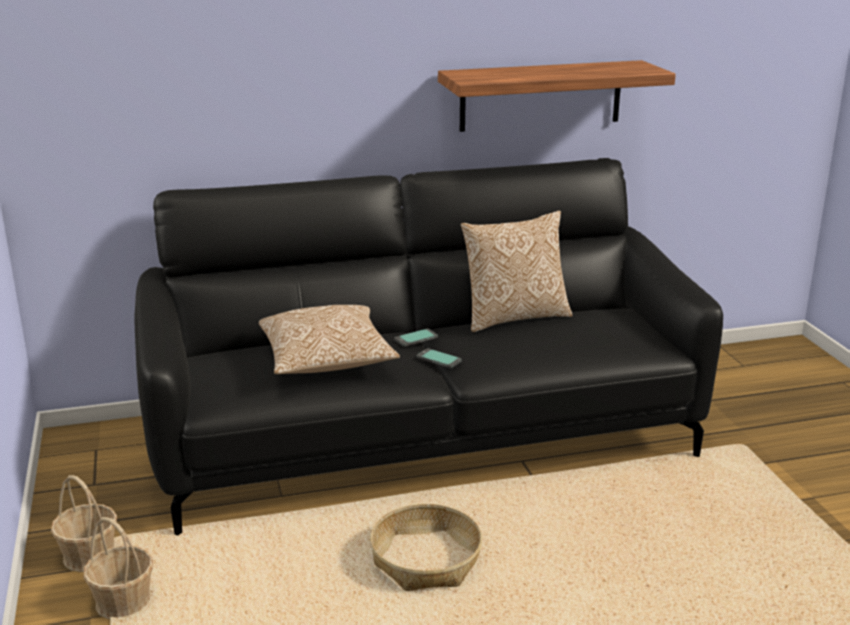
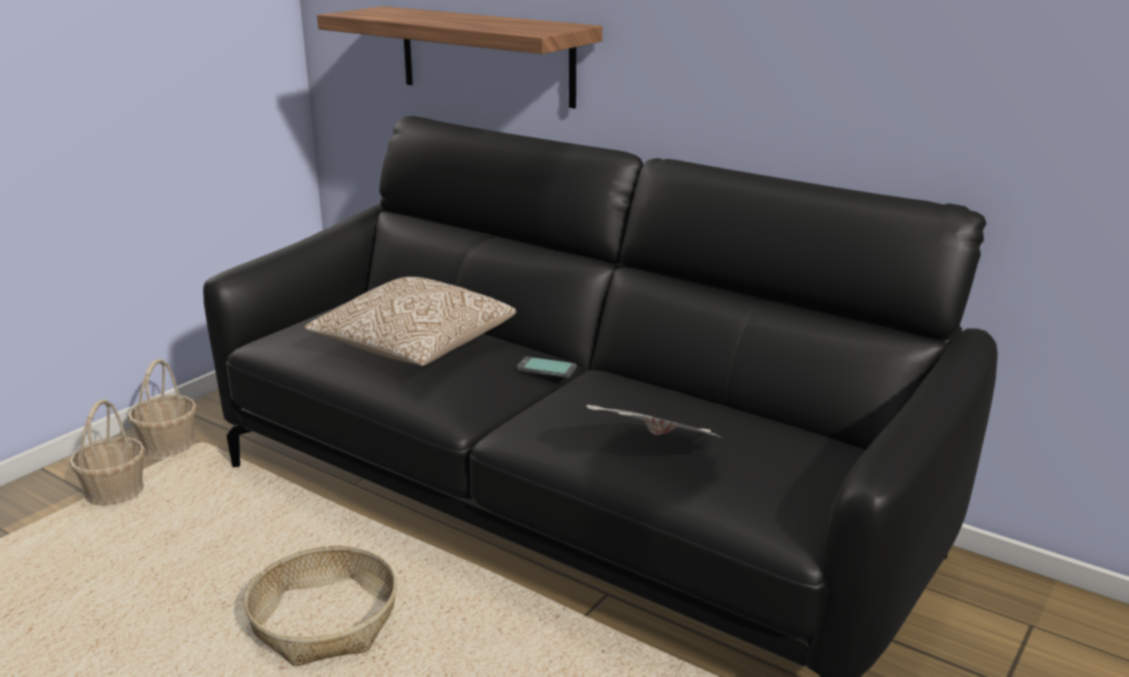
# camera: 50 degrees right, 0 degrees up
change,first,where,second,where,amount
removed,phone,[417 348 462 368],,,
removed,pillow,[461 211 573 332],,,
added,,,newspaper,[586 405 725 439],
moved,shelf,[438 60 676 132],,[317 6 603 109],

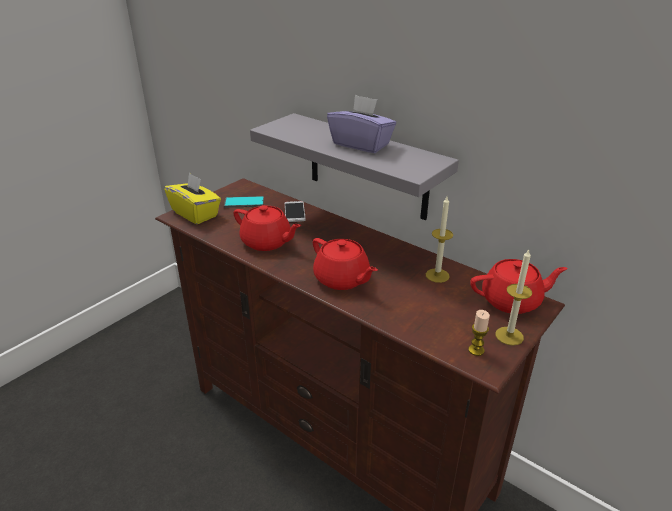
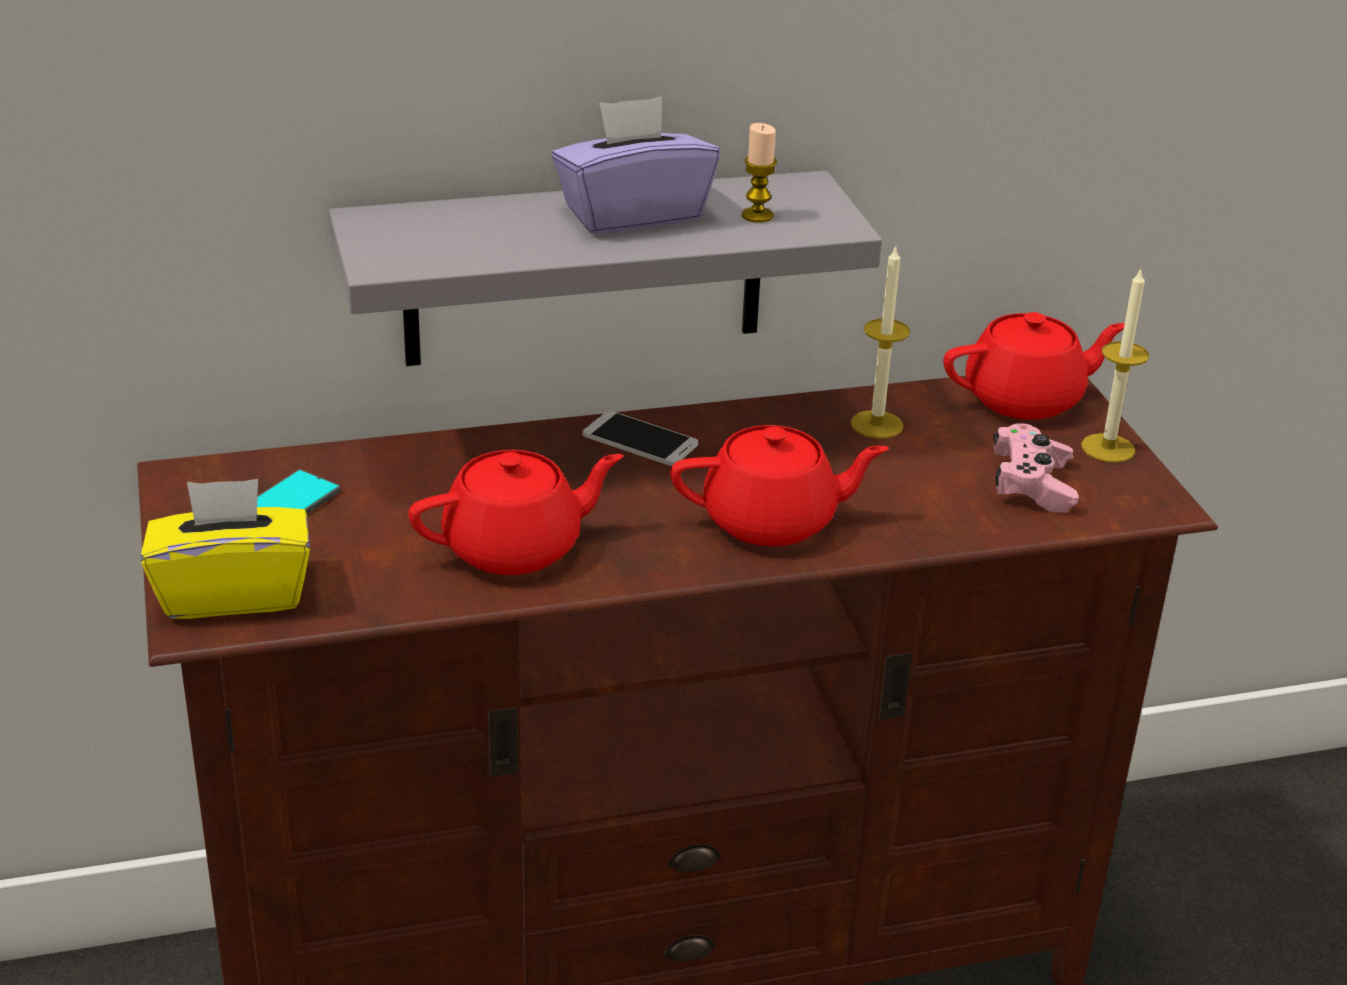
# camera: 55 degrees left, 0 degrees up
change,first,where,second,where,amount
added,,,pink game controller,[993 423 1079 513],
moved,phone,[285 201 306 222],,[583 411 698 466],
moved,candle,[468 310 490 356],,[742 123 777 223],
turned,red teapot,[470 259 568 314],,[943 312 1125 420],45 degrees clockwise

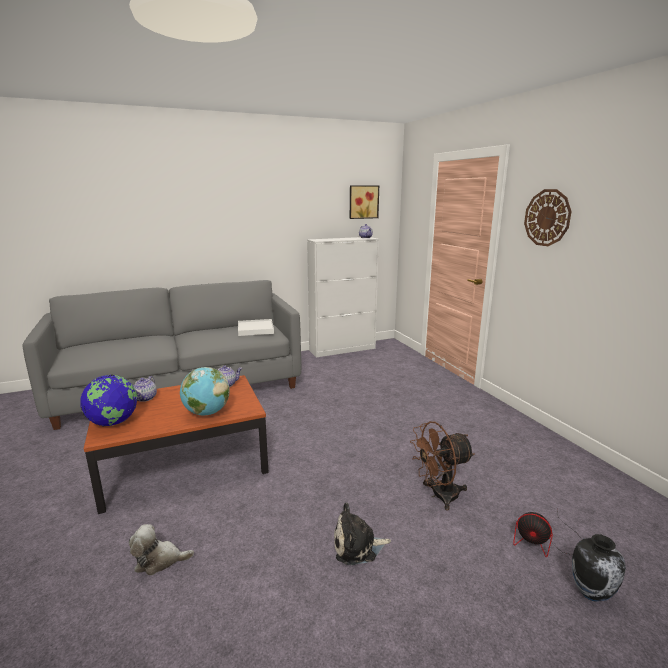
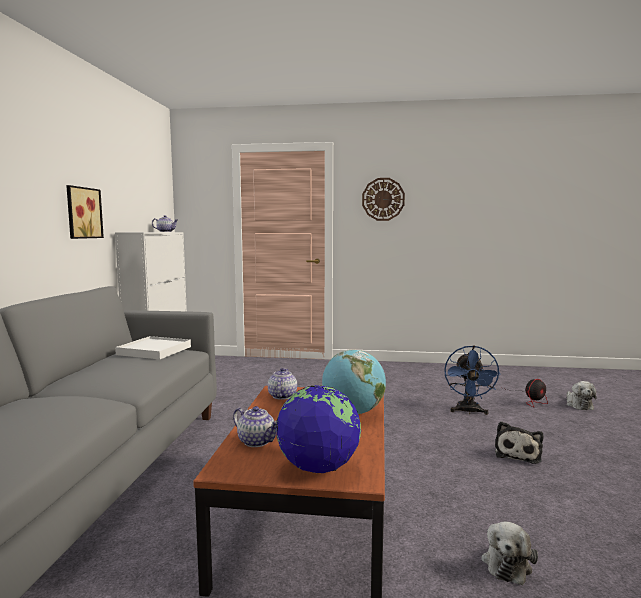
# camera: 60 degrees left, 10 degrees down
change,first,where,second,where,amount
moved,picture,[350 185 379 219],,[66 185 104 239],
replaced,vase,[572 534 626 602],plush toy,[567 381 597 410],
recoloured,brown fan,[410 421 475 511],blue fan,[444 345 501 415],

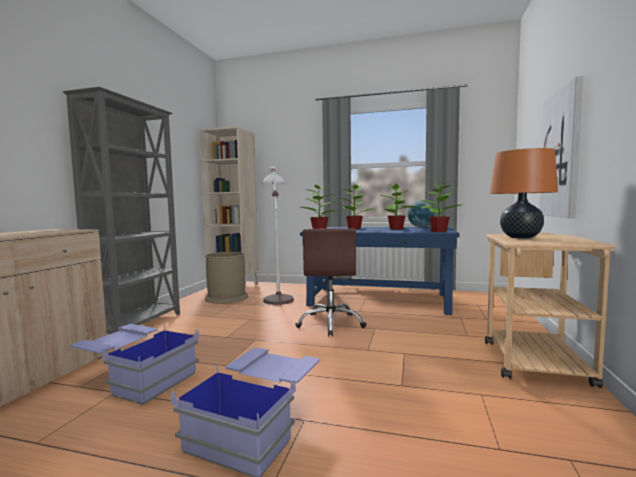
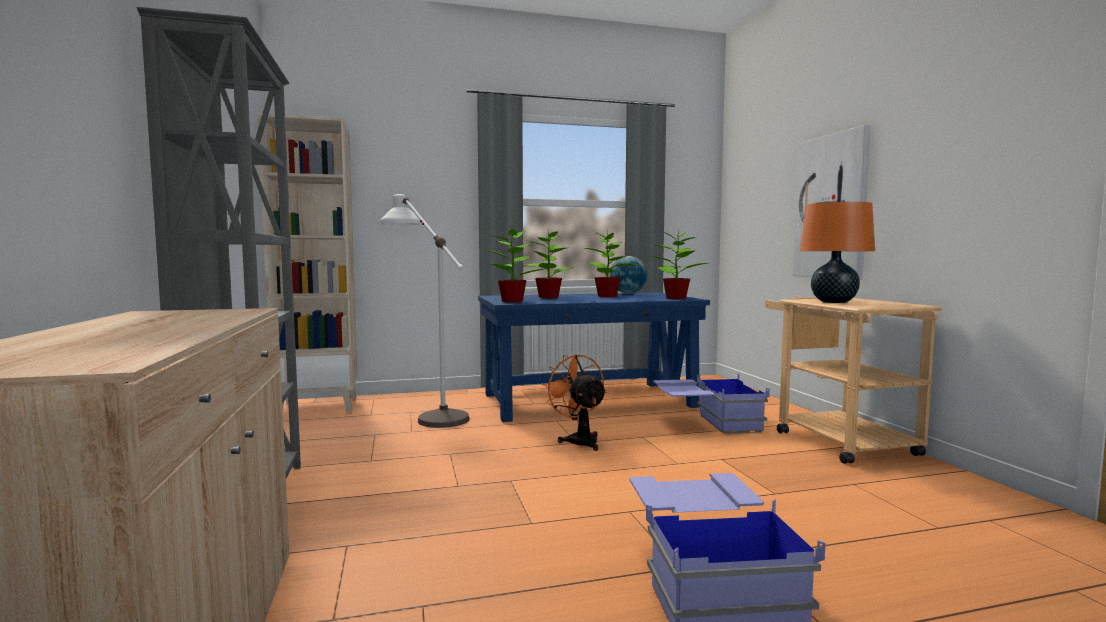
# camera: 30 degrees left, 0 degrees up
change,first,where,second,where,amount
removed,brown trash can,[205 252 248 304],,,
moved,blue storage box,[71 324 199 405],,[653 374 770 434],
replaced,brown office chair,[295 228 367 336],orange fan,[543 355 607 451],

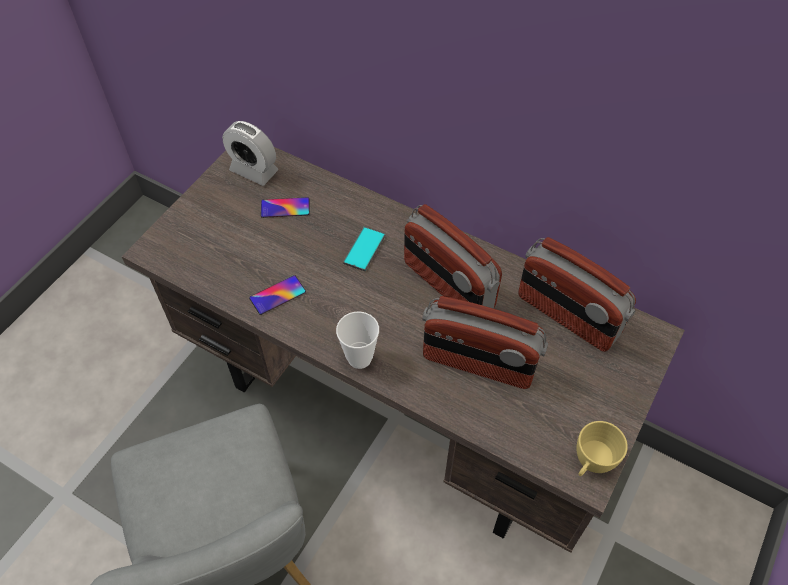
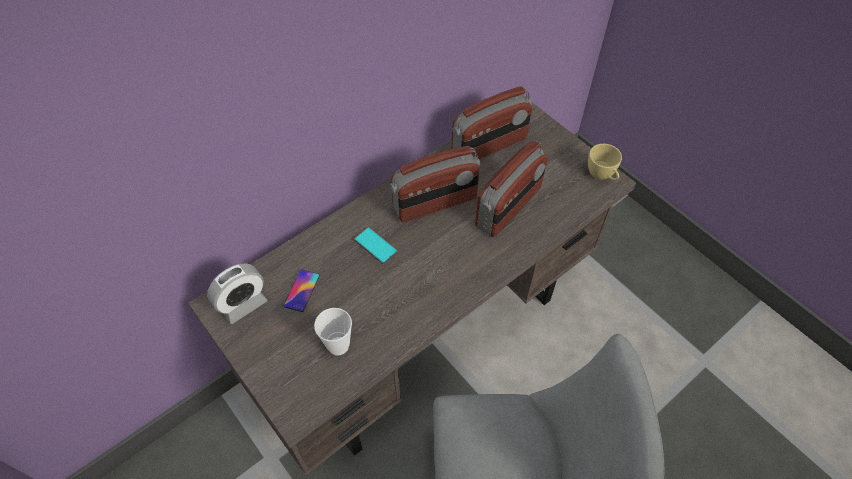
# camera: 70 degrees left, 0 degrees up
change,first,where,second,where,amount
removed,phone,[249 275 306 315],,,
moved,cup,[336 312 379 369],,[314 308 352 356],

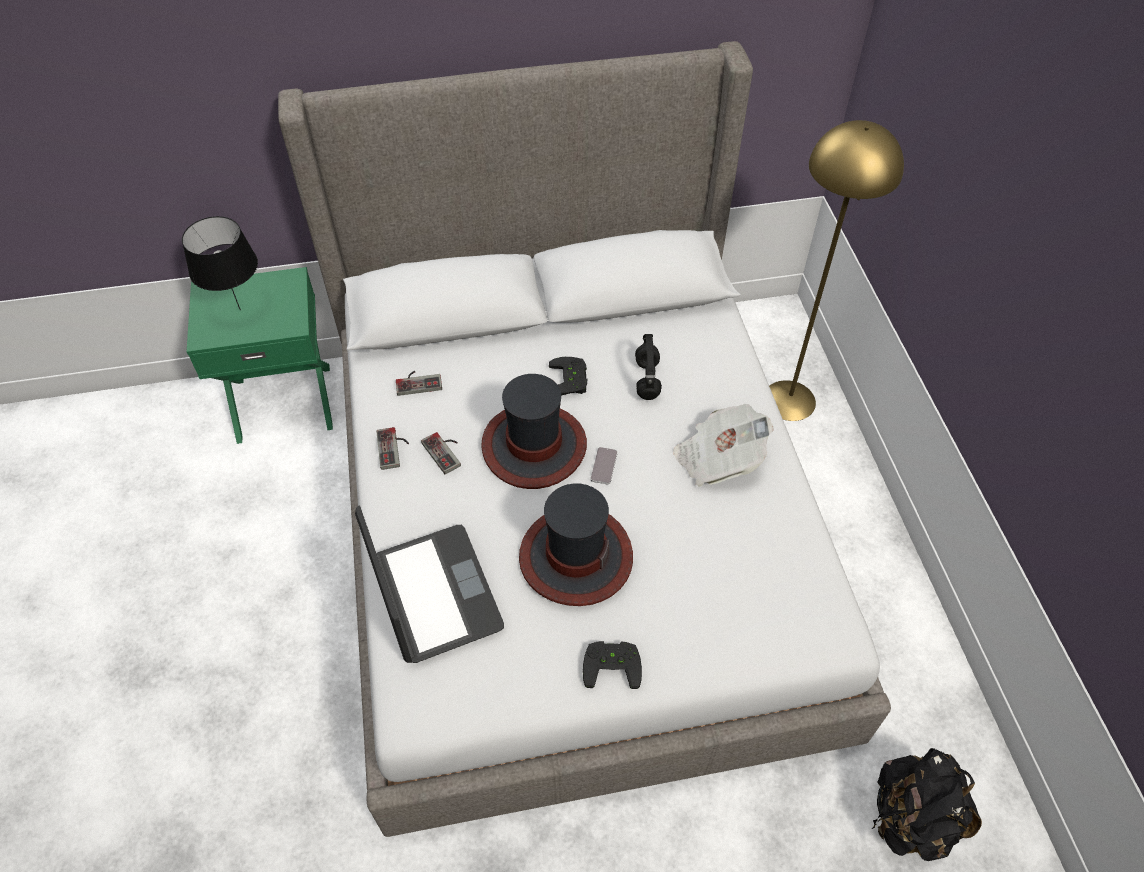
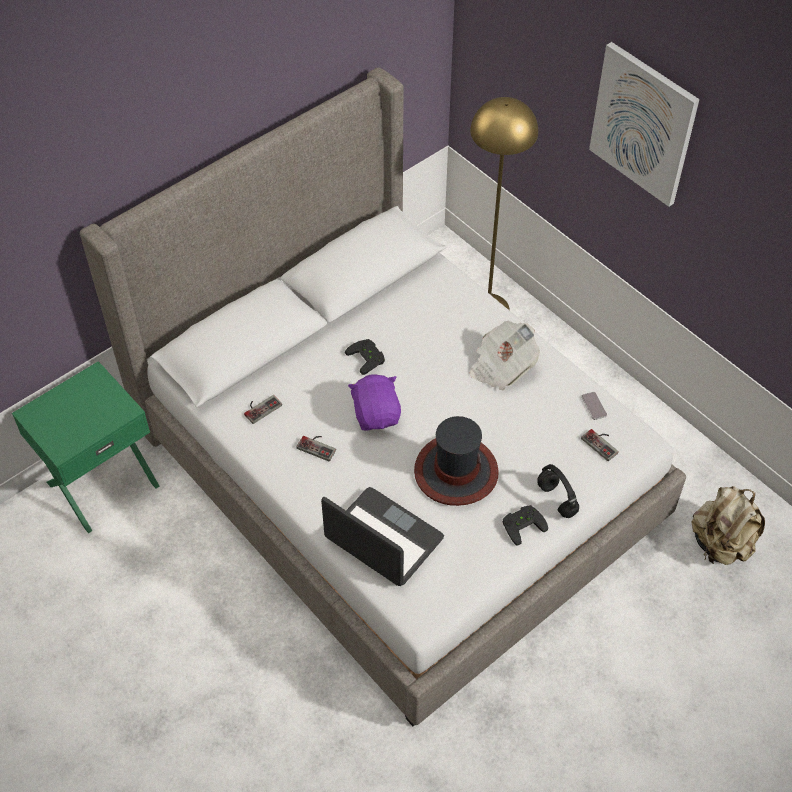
# camera: 30 degrees left, 0 degrees up
change,first,where,second,where,amount
removed,black table lamp,[182 216 258 310],,,
added,,,picture,[589 42 699 207],
moved,game controller,[376 427 409 470],,[581 429 619 461],
moved,phone,[590 447 618 484],,[581 392 607 420],
moved,black headphones,[635 334 662 400],,[537 464 579 518],
replaced,hat,[481 374 587 489],purple plush toy,[348 374 401 431],
recoloured,black backpack,[872 748 982 861],beige backpack,[692 486 765 565],

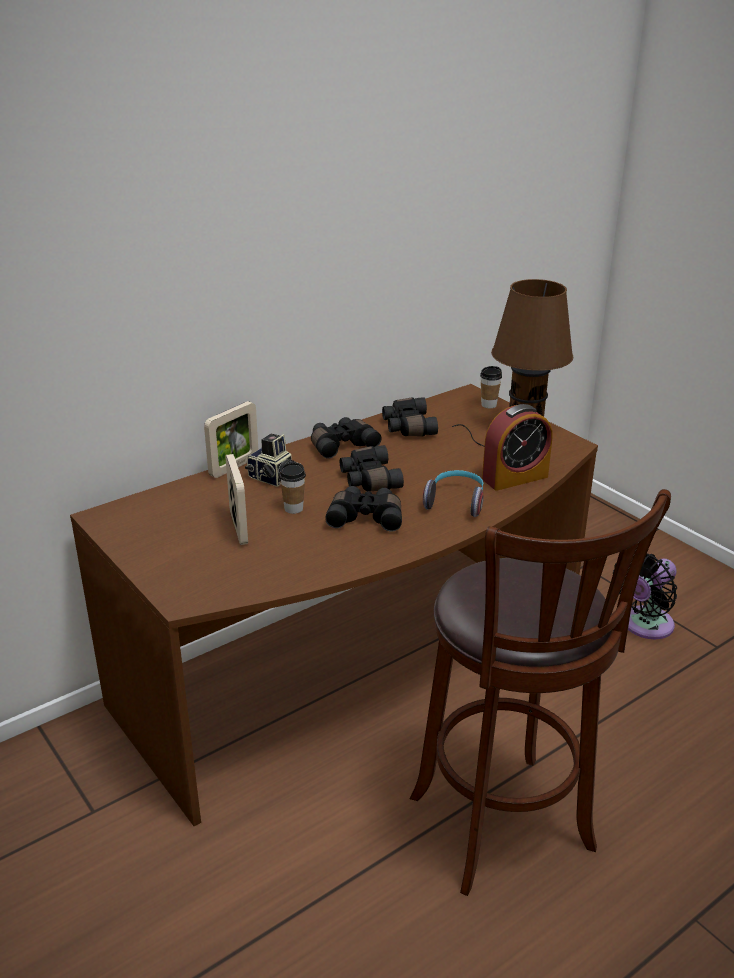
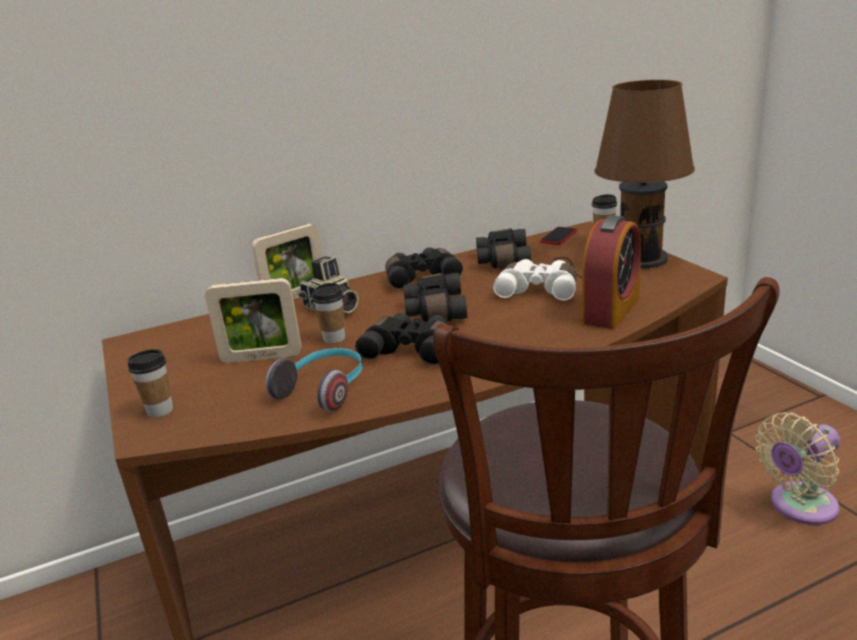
# camera: 15 degrees right, 5 degrees down
change,first,where,second,where,amount
added,,,cup,[128 349 173 418],
added,,,white binoculars,[493 259 576 300],
added,,,phone,[540 227 577 245],
moved,headphones,[423 470 484 517],,[266 348 362 412],
recoloured,black fan,[613 553 677 639],beige fan,[755 412 840 525],
turned,picture frame,[226 454 248 545],,[205 278 301 363],90 degrees clockwise
turned,alarm clock,[482 404 552 491],,[582 215 641 329],45 degrees counterclockwise

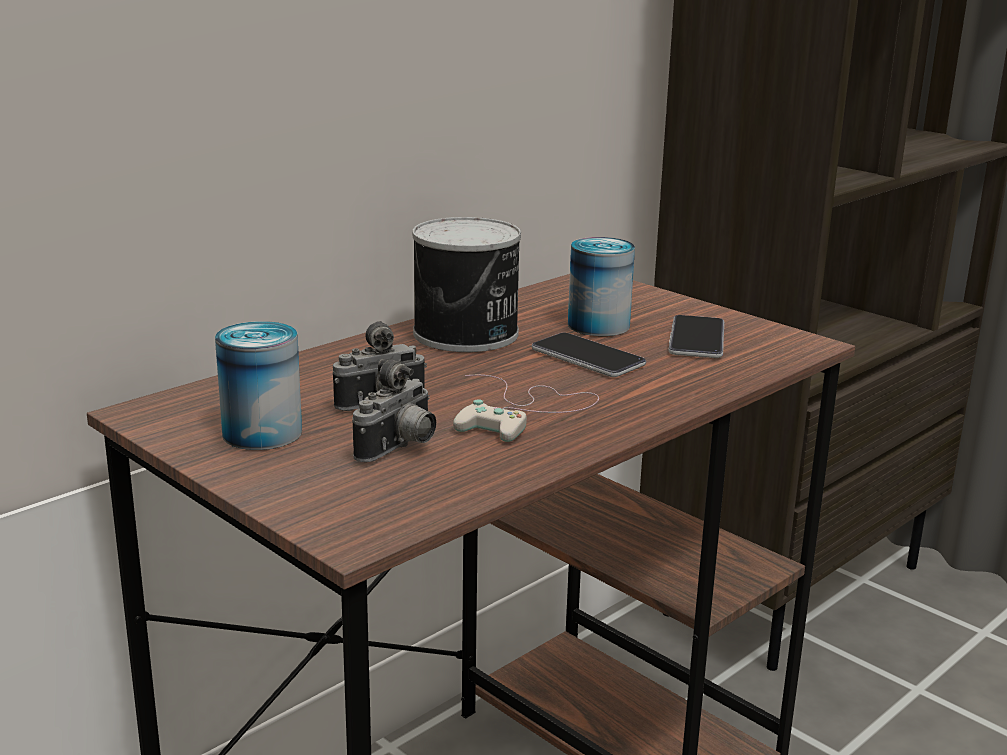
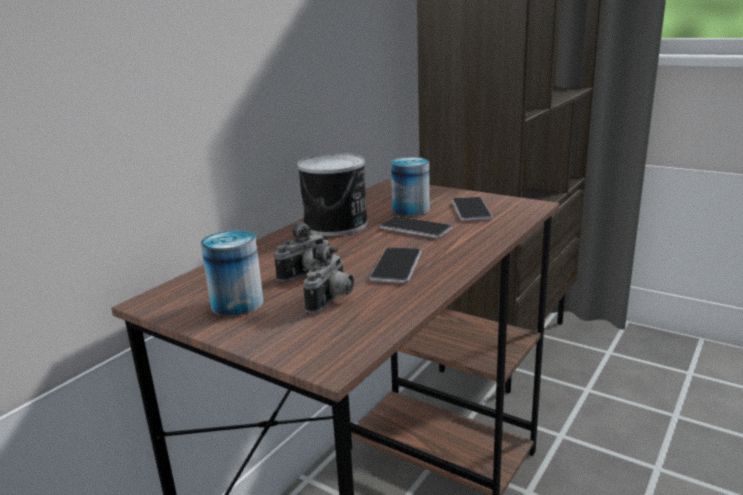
# camera: 10 degrees left, 0 degrees up
change,first,where,second,where,amount
replaced,white game controller,[453 375 599 442],phone,[370 247 421 283],

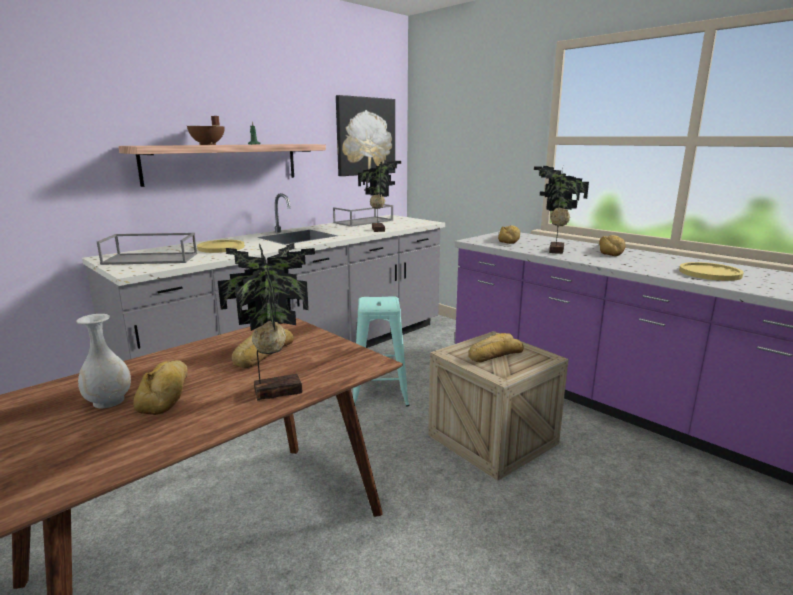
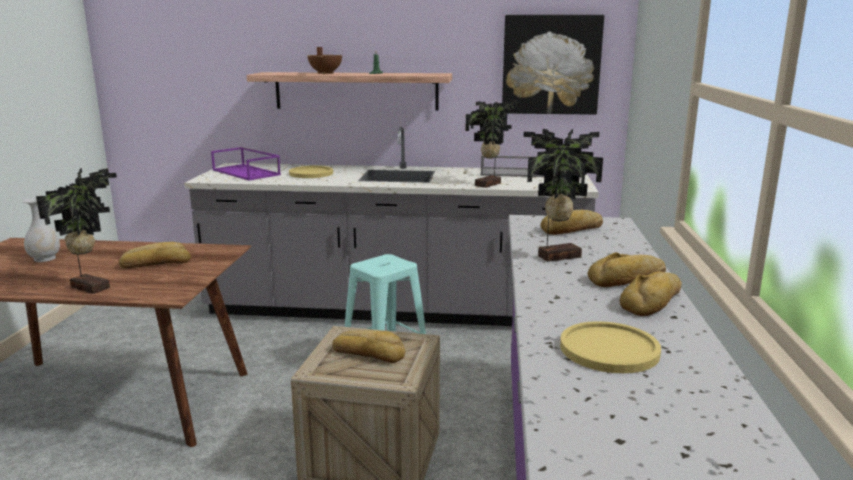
# camera: 50 degrees right, 0 degrees up
change,first,where,second,where,amount
moved,bread,[133 360 188 415],,[620 271 682 316],
recoloured,grey tray,[97 233 197 265],purple tray,[211 147 281 181],

